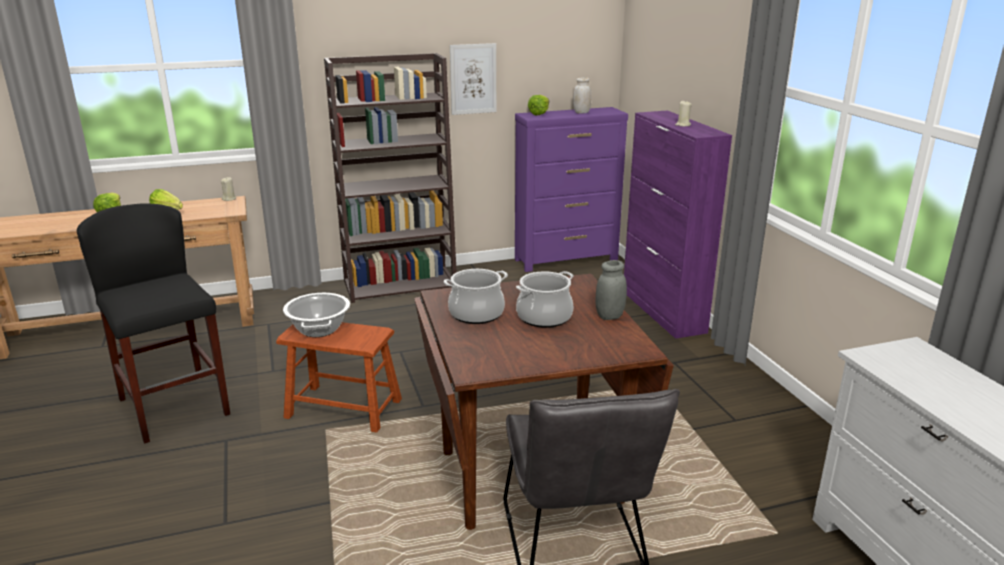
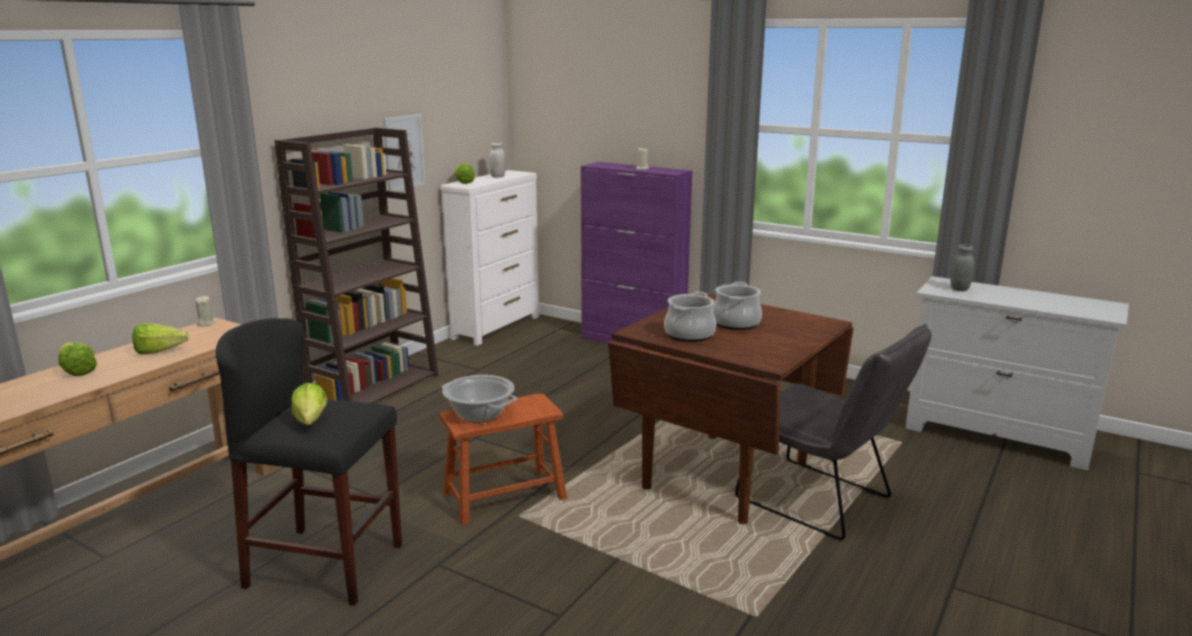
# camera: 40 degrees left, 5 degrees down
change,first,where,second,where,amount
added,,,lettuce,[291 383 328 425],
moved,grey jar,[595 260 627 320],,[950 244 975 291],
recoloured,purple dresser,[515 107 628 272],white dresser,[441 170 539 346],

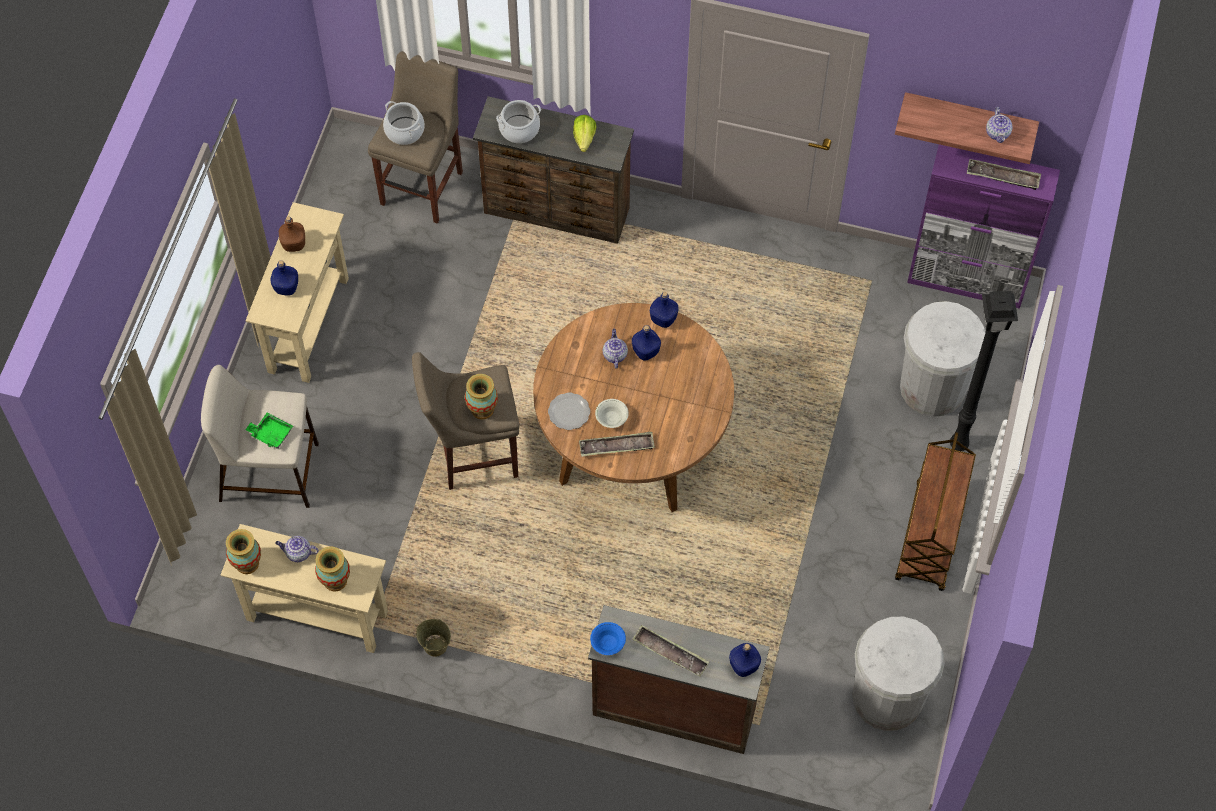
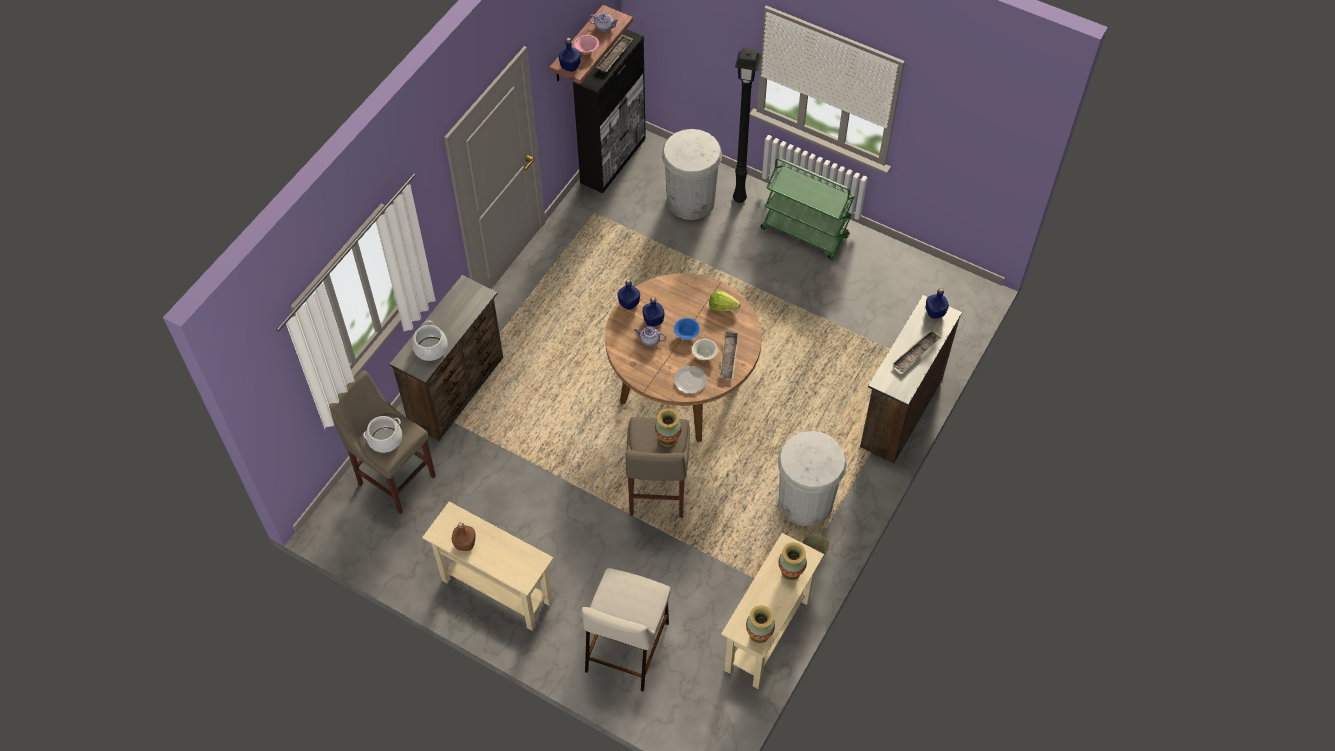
# camera: 75 degrees left, 5 degrees down
change,first,where,second,where,amount
removed,green tray,[245 413 293 449],,,
removed,teapot,[275 536 319 562],,,
added,,,pink bowl,[574 35 599 54],
moved,blue bottle,[270 260 298 295],,[559 38 581 72],
moved,lettuce,[573 115 596 152],,[709 290 741 311],
moved,blue bowl,[590 622 626 655],,[674 318 700 339],
moved,white trash can,[852 617 944 731],,[777 431 847 526],
recoloured,brown cart,[895 432 976 591],green cart,[761 158 855 260],
recoloured,purple cabinet,[907 144 1060 309],black cabinet,[573 29 646 193],

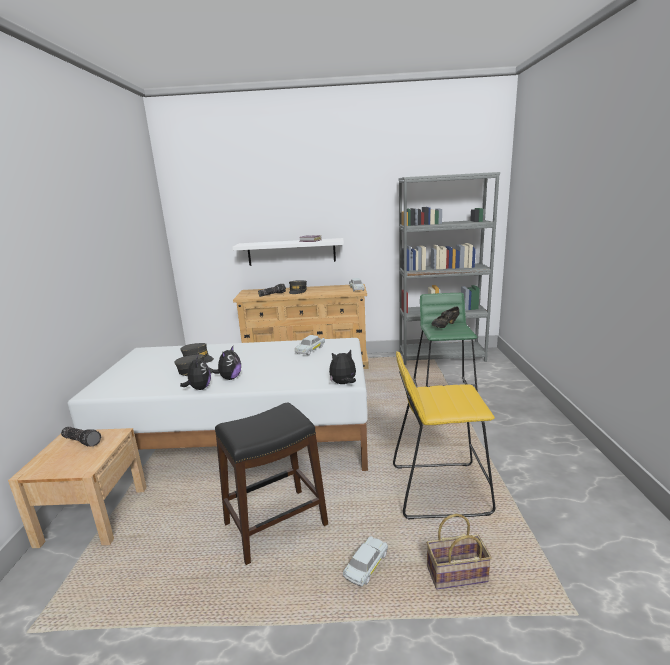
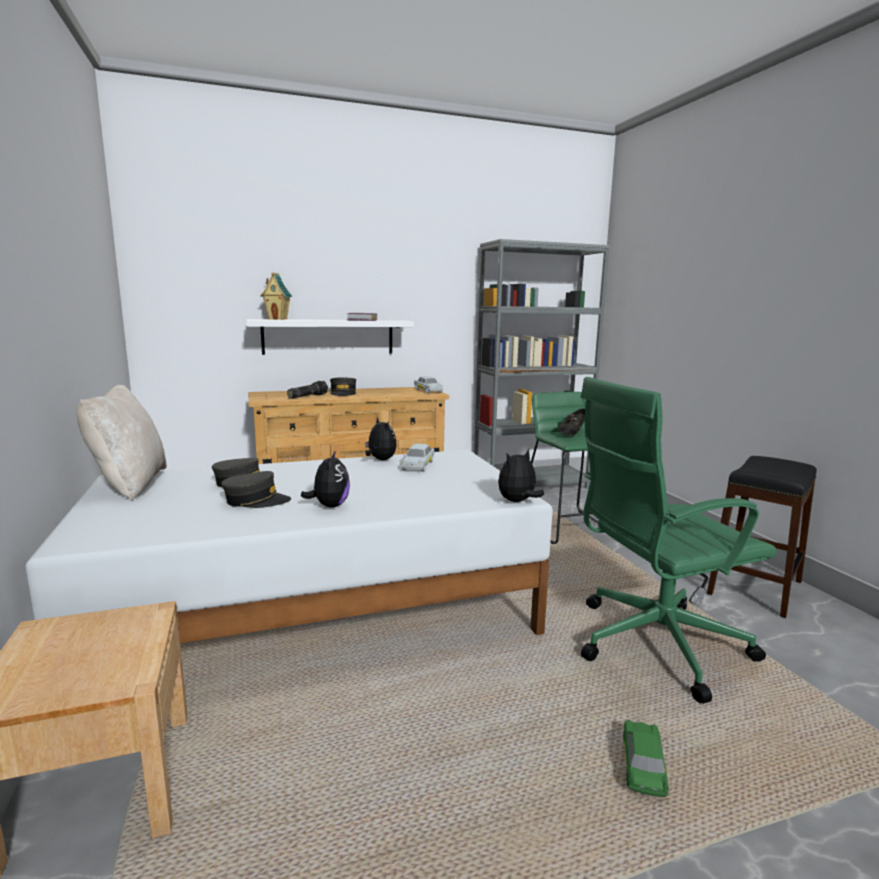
# camera: 20 degrees left, 5 degrees down
change,first,where,second,where,amount
removed,flashlight,[61 427 101 447],,,
removed,basket,[427 514 492 589],,,
added,,,beige pillow,[77 385 167 501],
added,,,toy house,[261 272 292 320],
moved,plush toy,[180 354 211 390],,[365 418 397 460],
moved,black stool,[215 403 328 565],,[707 456 817 618],
replaced,yellow stool,[393 351 496 519],green office chair,[581 377 777 704],
recoloured,white toy car,[343 536 388 587],green toy car,[623 720 669 797],

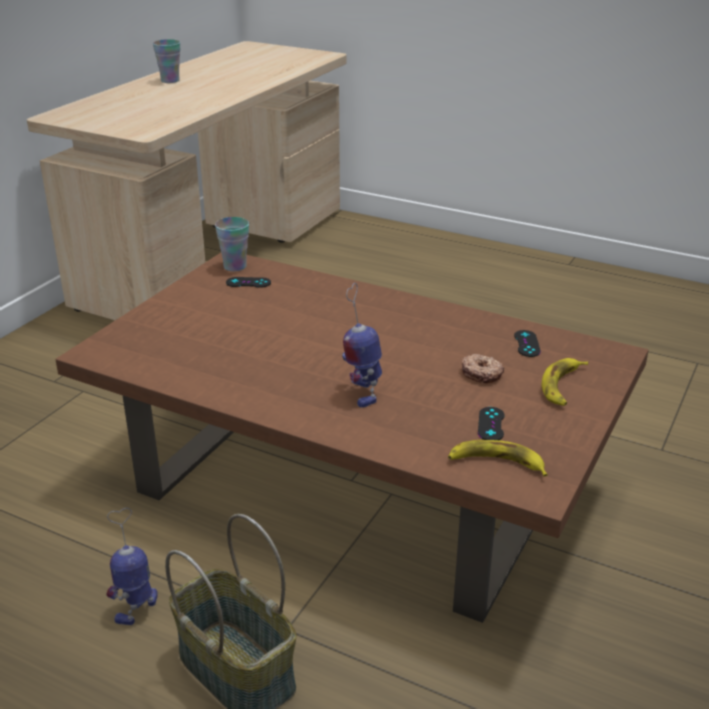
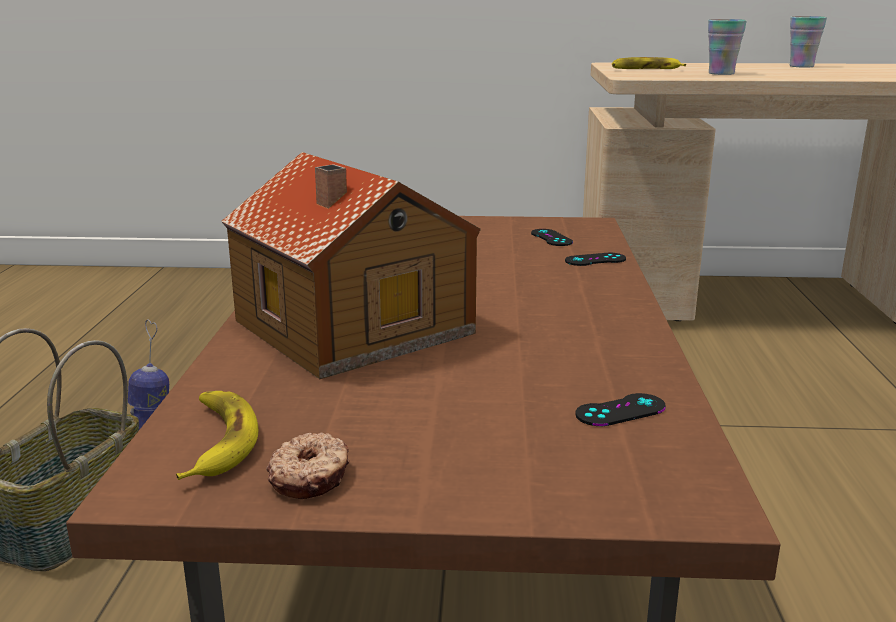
# camera: 65 degrees right, 10 degrees down
change,first,where,second,where,amount
moved,cup,[215 217 249 271],,[708 19 747 75],
moved,donut,[462 354 504 383],,[266 433 349 499],
moved,black game controller,[478 407 504 440],,[565 253 626 266],
moved,banana,[541 358 588 406],,[612 57 686 69],
replaced,toy robot,[342 283 382 408],toy house,[221 152 481 379],

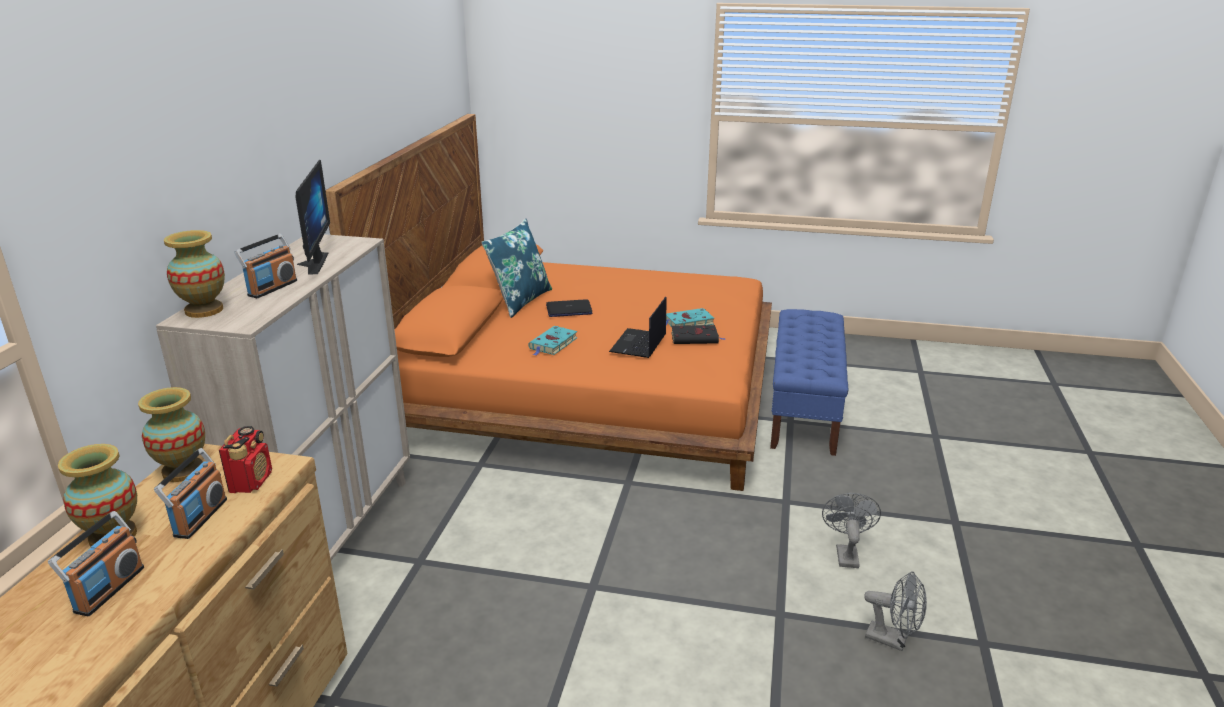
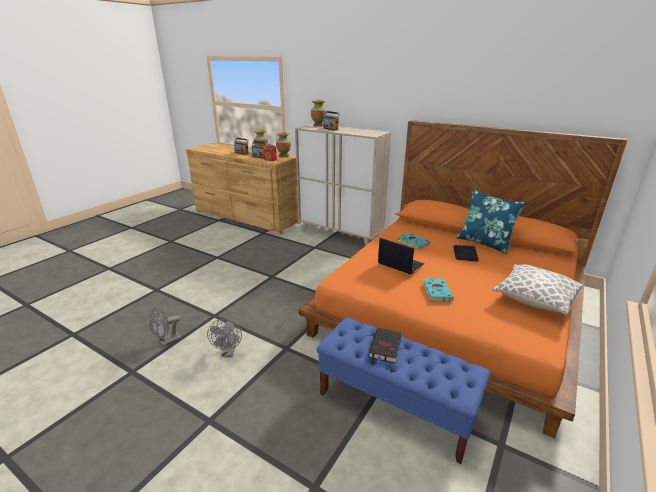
# camera: 110 degrees right, 0 degrees up
change,first,where,second,where,amount
removed,monitor,[295 159 330 275],,,
added,,,pillow,[492 264 583 316],
moved,black book,[671 325 726 344],,[368 328 402 367],
turned,grey fan,[822 493 881 568],,[207 319 242 357],60 degrees clockwise

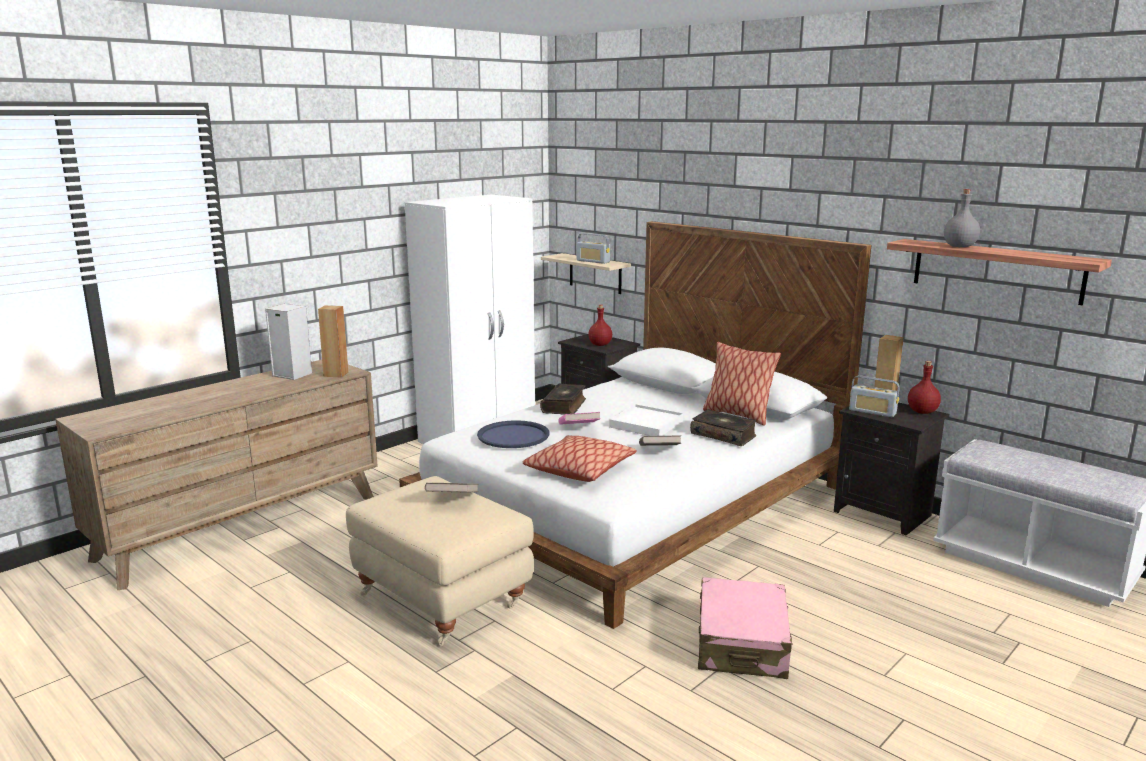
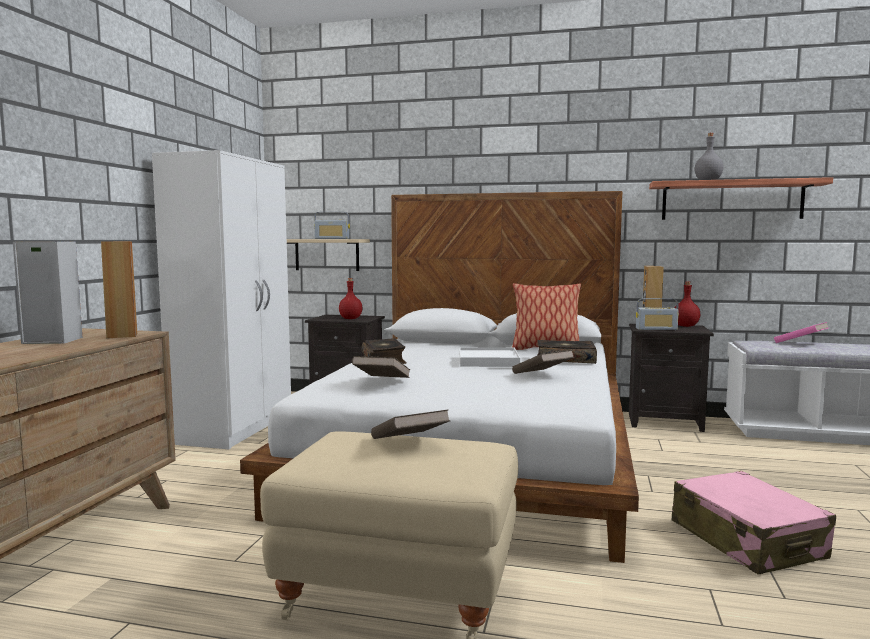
# camera: 30 degrees left, 10 degrees down
change,first,where,second,where,amount
removed,pillow,[523 435 637 482],,,
moved,pink book,[558 412 601 425],,[774 322 829 343],
replaced,blue tray,[477 420 550 448],brown book,[352 356 410 378],

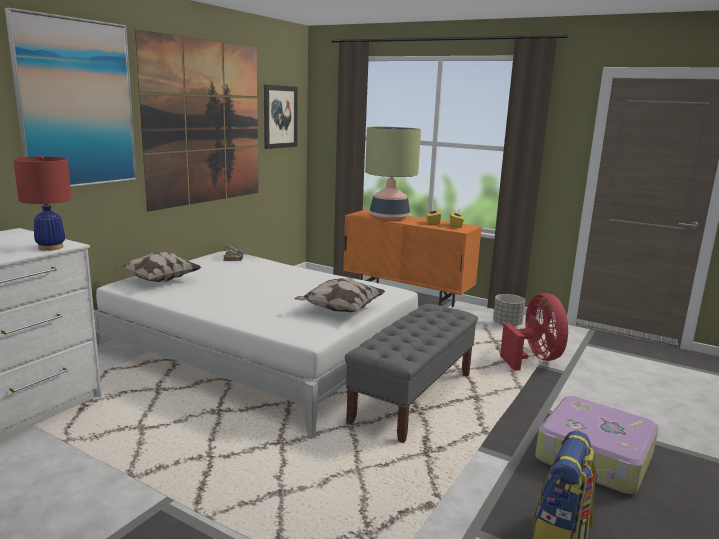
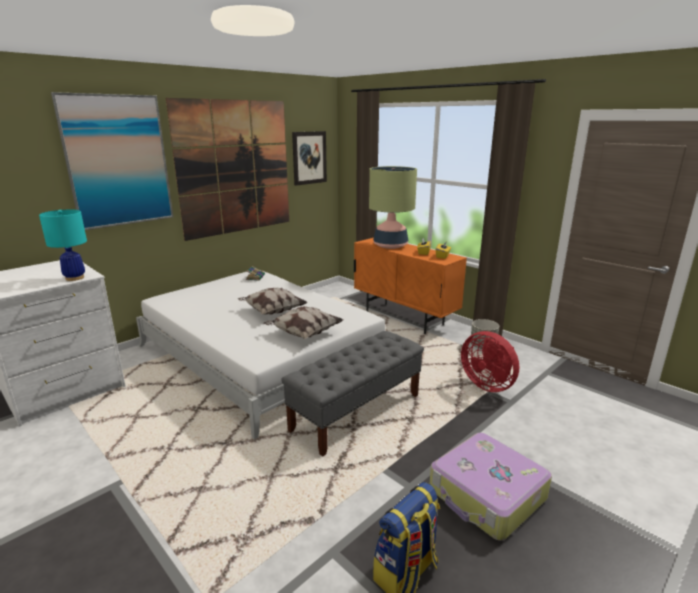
# camera: 15 degrees right, 5 degrees up
change,first,where,second,where,amount
moved,pillow,[114 252 201 282],,[238 288 308 315],
recoloured,red table lamp,[13 155 72 251],turquoise table lamp,[39 210 87 281],
turned,red fan,[500 293 568 371],,[461 331 519 392],135 degrees clockwise

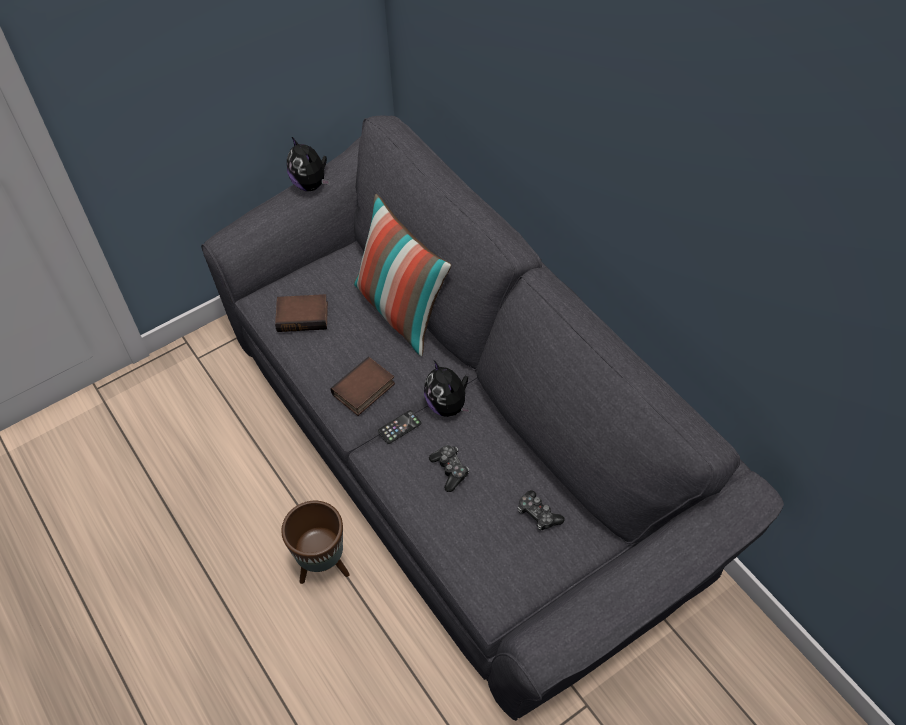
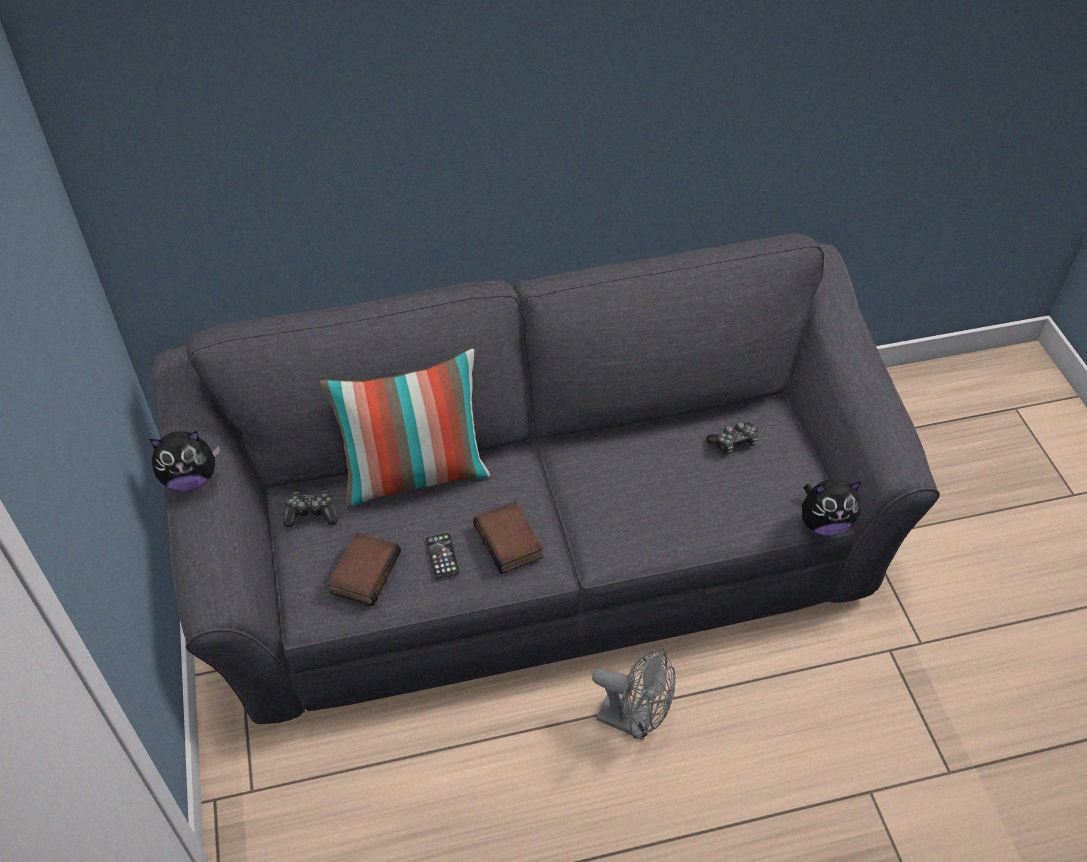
# camera: 70 degrees left, 5 degrees down
change,first,where,second,where,amount
moved,phone,[378 410 422 444],,[426 533 459 579],
moved,plush toy,[424 360 471 417],,[802 479 861 536],
moved,game controller,[429 445 469 492],,[283 491 338 527],
replaced,brown planter,[281 501 350 584],grey fan,[592 648 675 740],

